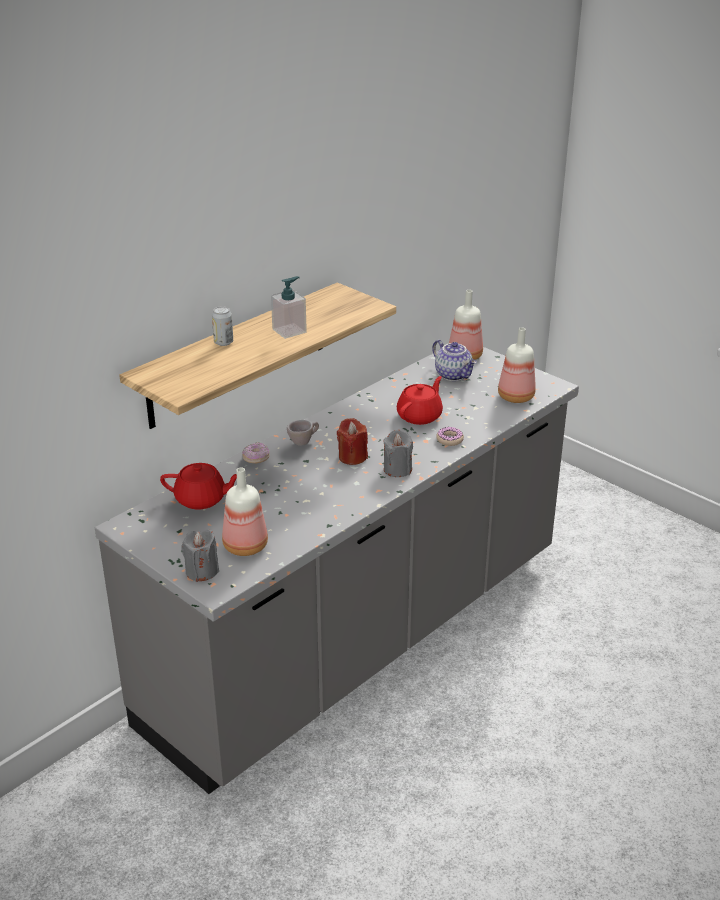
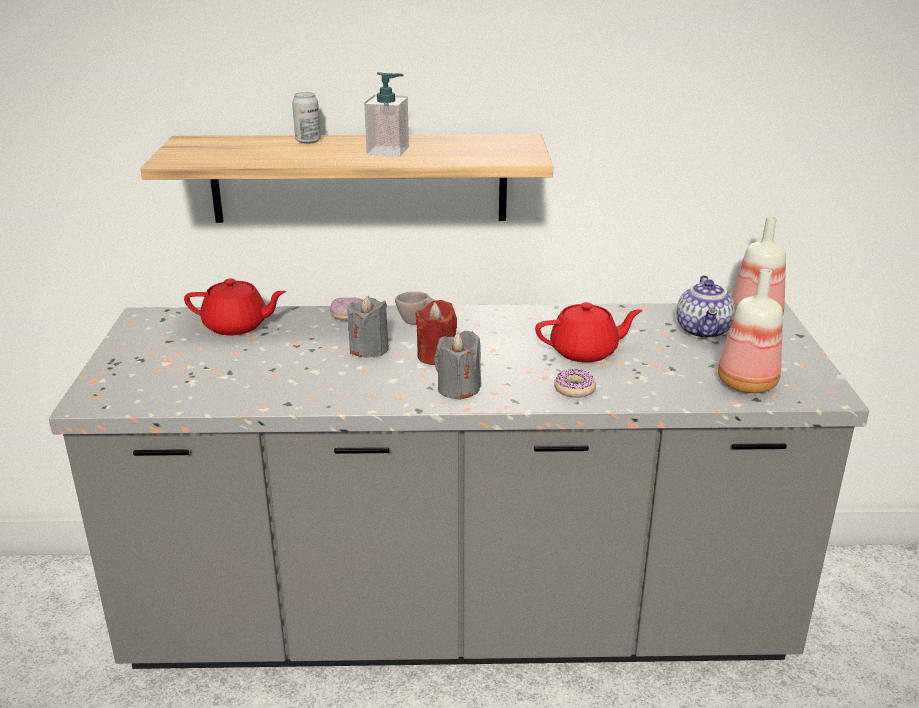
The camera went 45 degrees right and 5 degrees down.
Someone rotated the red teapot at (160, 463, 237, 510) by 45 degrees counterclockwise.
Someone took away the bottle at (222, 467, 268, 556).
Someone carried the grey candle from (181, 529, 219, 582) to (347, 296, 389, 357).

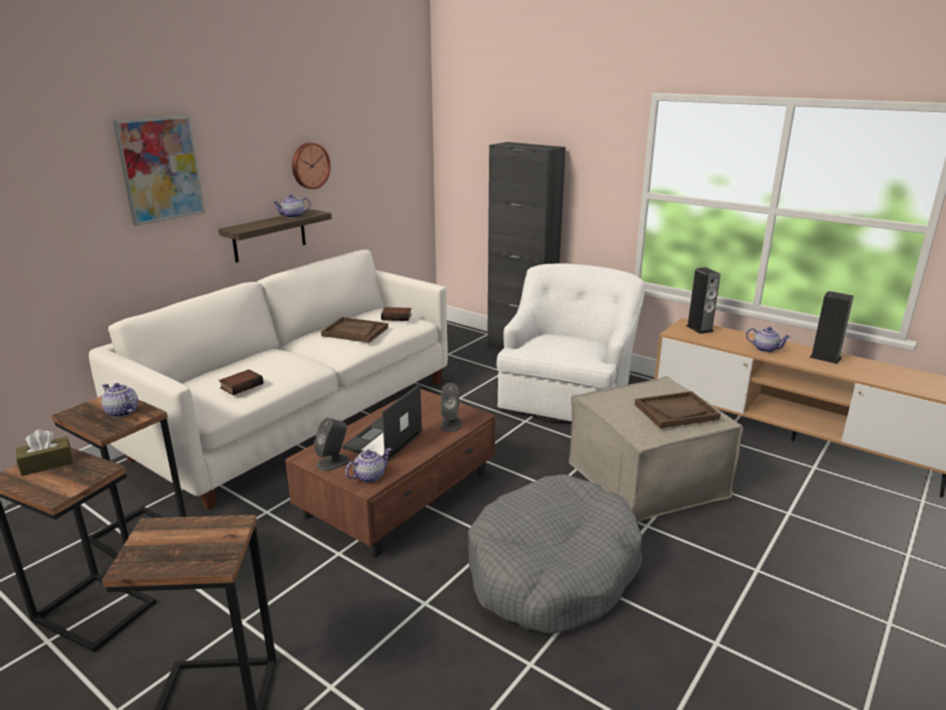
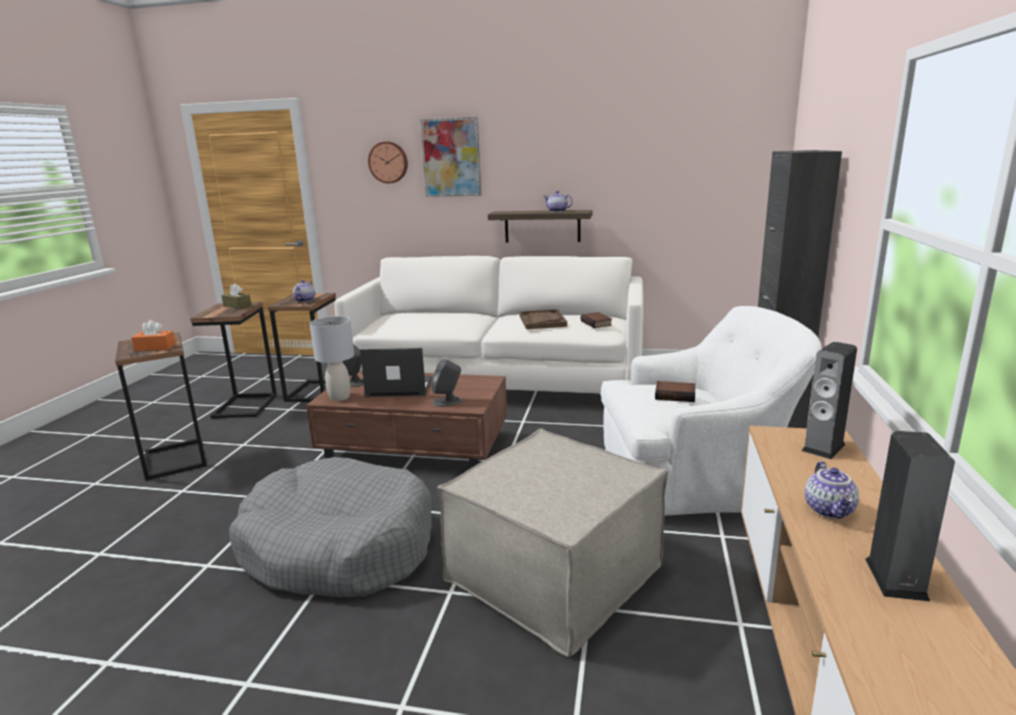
The camera went 65 degrees right and 5 degrees down.
Someone carried the wall clock from (292, 142, 331, 189) to (368, 141, 408, 184).
Someone carried the book from (219, 369, 264, 395) to (655, 381, 695, 402).
Someone took away the brown tray at (635, 391, 721, 429).
Someone swapped the teapot at (345, 448, 392, 483) for the grey table lamp at (310, 316, 354, 401).
Someone put down the orange tissue box at (131, 320, 176, 351).

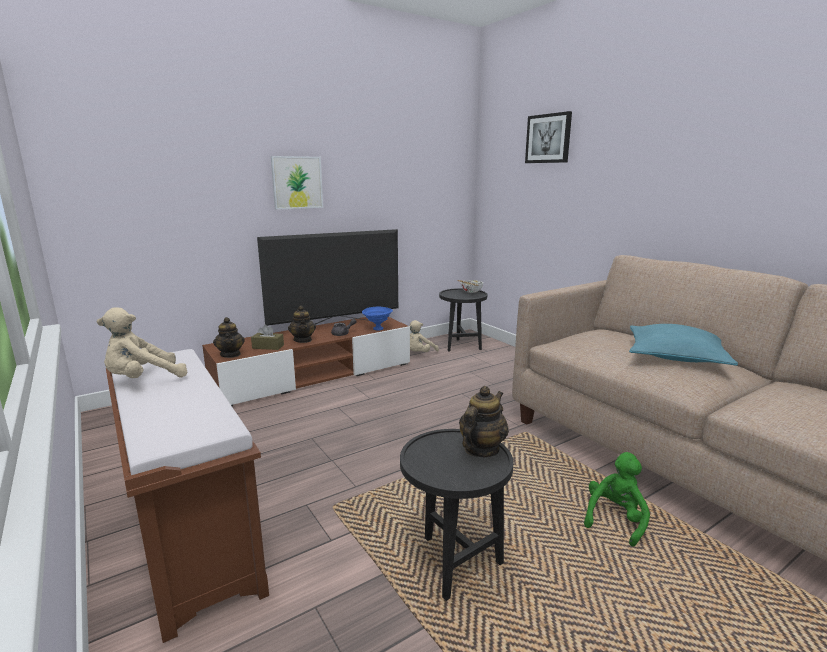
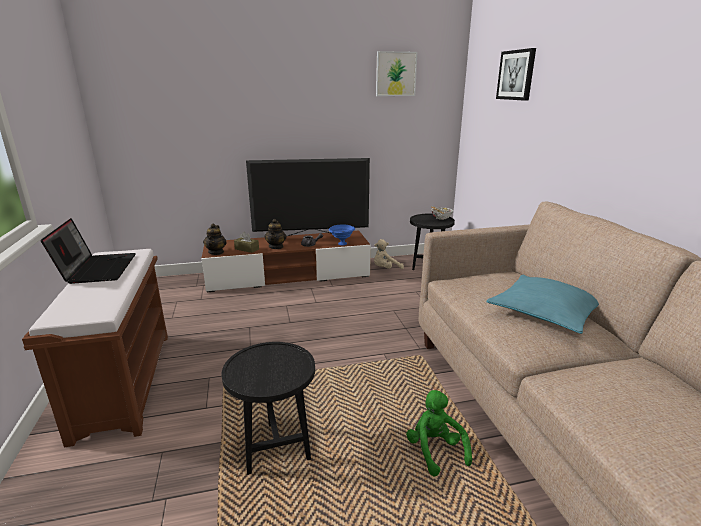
The camera went 20 degrees right and 5 degrees up.
Someone carried the picture from (271, 156, 323, 210) to (376, 51, 417, 96).
Someone swapped the beige plush toy at (96, 307, 187, 378) for the laptop at (41, 218, 136, 284).
Someone took away the teapot at (459, 386, 509, 457).
Someone rotated the green plush toy at (584, 452, 650, 547) by 75 degrees counterclockwise.

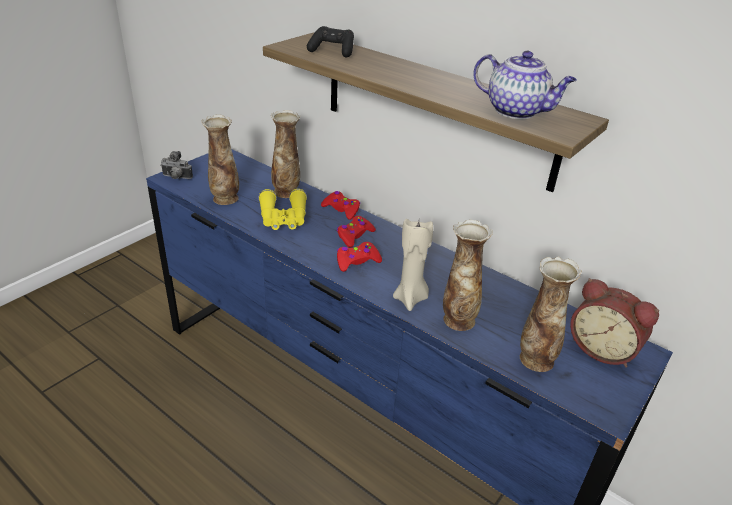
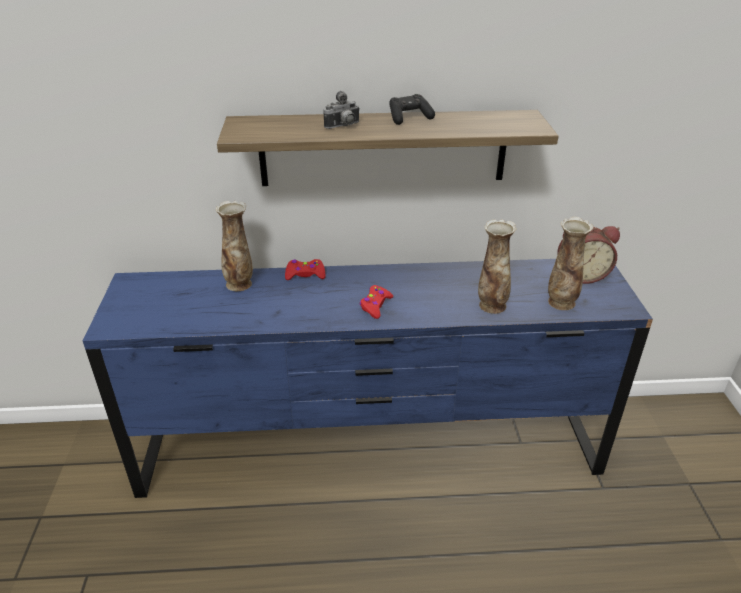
The camera went 40 degrees left and 0 degrees up.
Someone carried the black game controller from (307, 26, 354, 58) to (389, 94, 435, 125).
Someone took away the teapot at (473, 51, 577, 119).
Someone took away the vase at (201, 114, 239, 205).
Someone carried the photo camera from (160, 151, 193, 179) to (323, 91, 360, 129).
Someone took away the yellow binoculars at (259, 189, 307, 230).
Someone took away the red game controller at (337, 216, 376, 248).
Someone took away the beige candle at (393, 219, 433, 311).

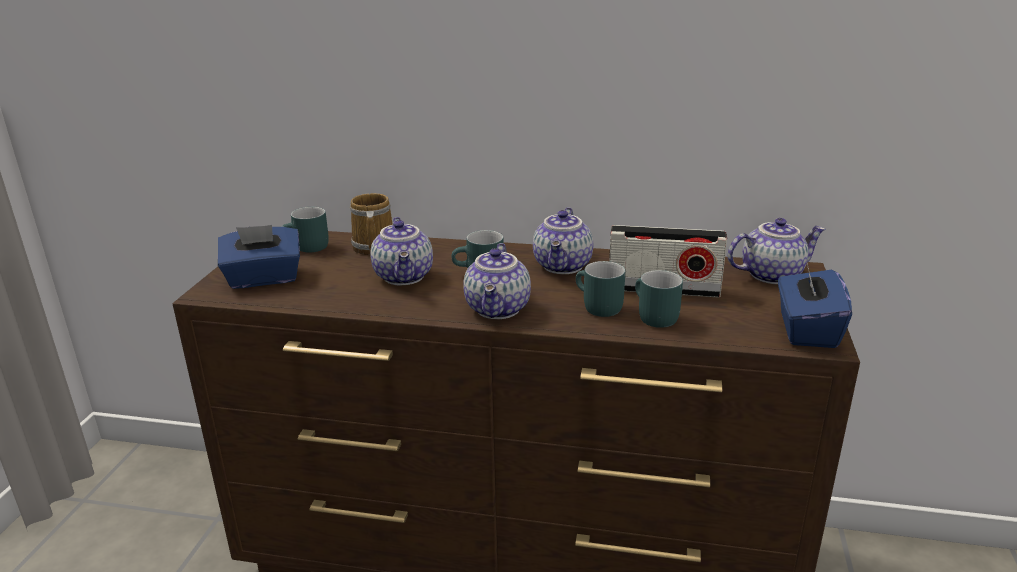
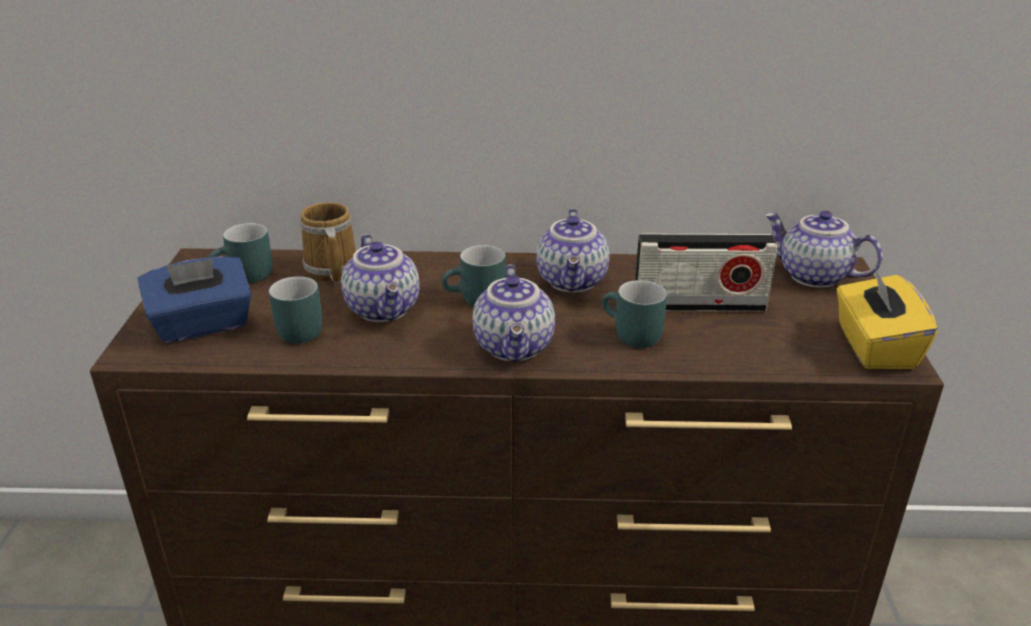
The camera went 10 degrees left and 5 degrees up.
Someone rotated the teapot at (728, 218, 826, 284) by 120 degrees counterclockwise.
Someone repainted the blue tissue box at (778, 259, 852, 348), which became the yellow tissue box at (836, 267, 938, 369).
Someone carried the turquoise mug from (635, 270, 683, 328) to (269, 276, 322, 344).

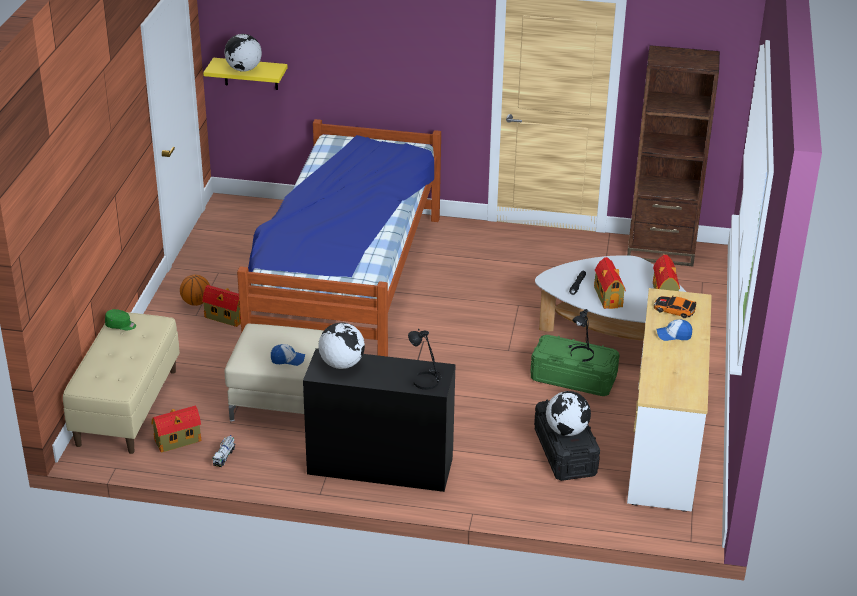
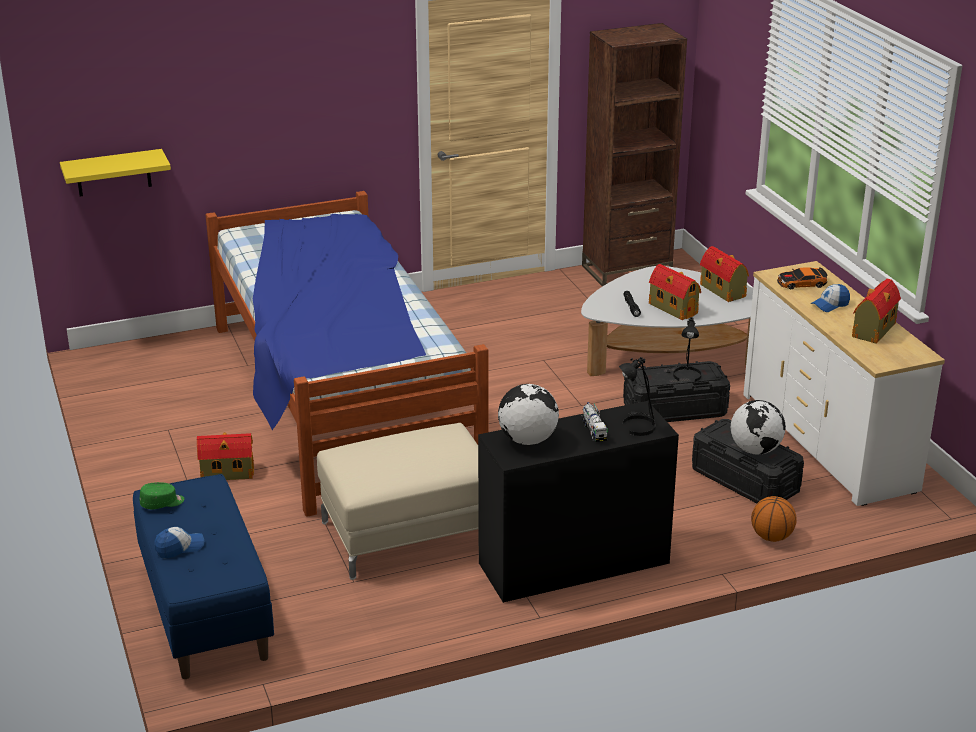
The camera went 30 degrees left and 5 degrees down.
Someone took away the globe at (224, 34, 262, 72).
Someone carried the basketball from (180, 275, 210, 306) to (751, 496, 797, 542).
Someone repainted the beige bench at (63, 312, 180, 454), which became the blue bench at (133, 474, 274, 679).
Someone repainted the green storage box at (530, 335, 619, 396), which became the black storage box at (623, 361, 730, 422).
Someone carried the cap from (271, 344, 305, 366) to (154, 527, 204, 559).
Someone carried the toy house from (152, 405, 201, 453) to (852, 279, 901, 344).
Someone carried the toy truck from (212, 435, 235, 467) to (582, 402, 608, 442).

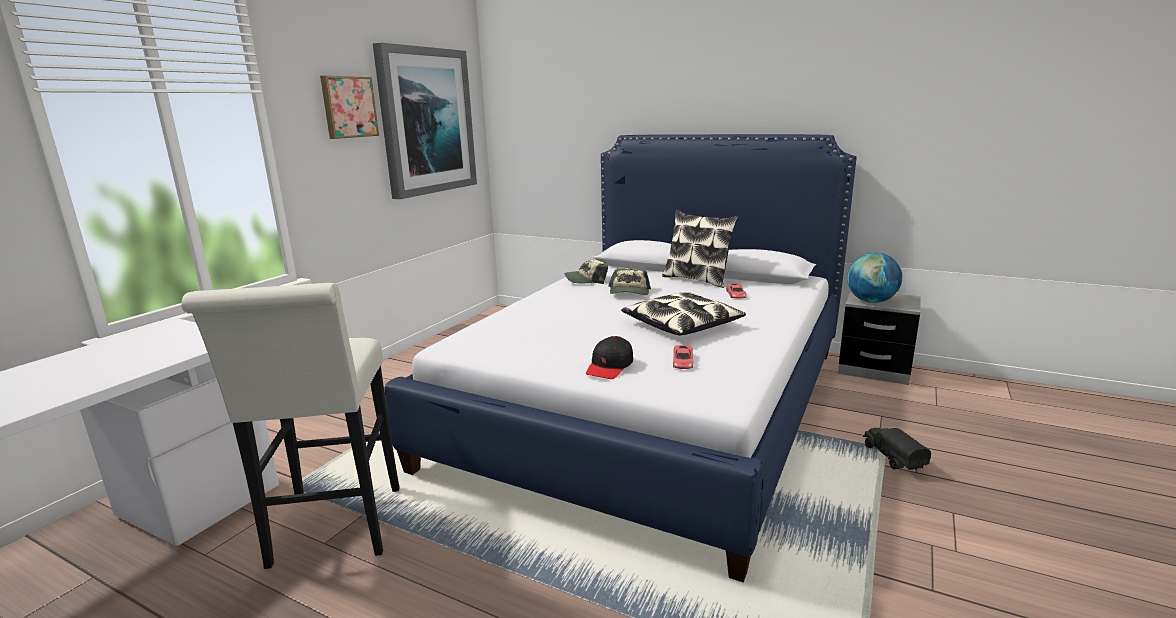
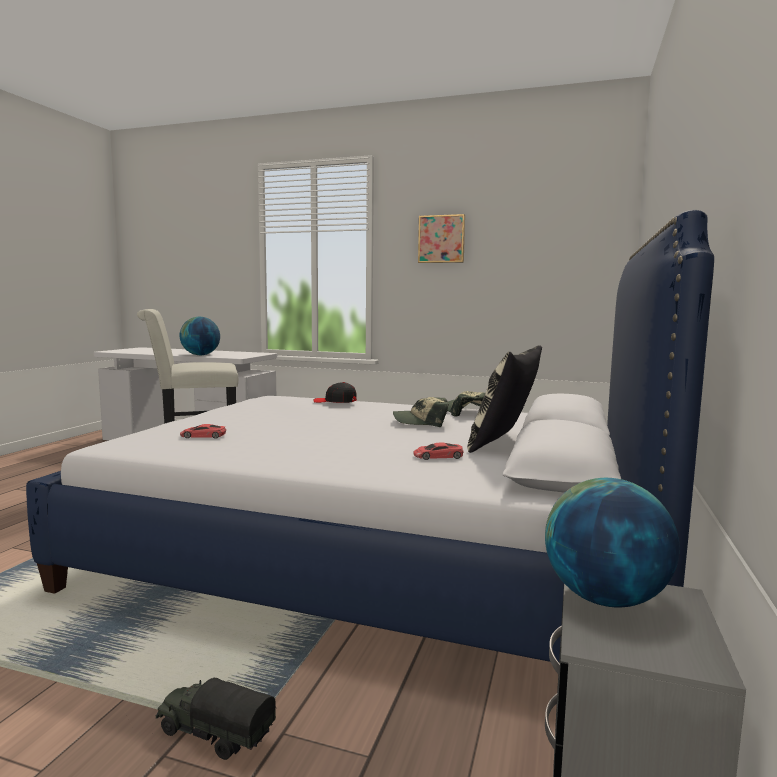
The camera went 80 degrees right and 10 degrees down.
Someone took away the picture at (373, 42, 477, 199).
Someone took away the pillow at (621, 292, 746, 336).
Someone carried the black cap from (586, 336, 633, 379) to (314, 382, 357, 403).
Someone rotated the toy truck at (863, 428, 931, 470) by 135 degrees counterclockwise.
Someone put down the globe at (180, 317, 220, 355).

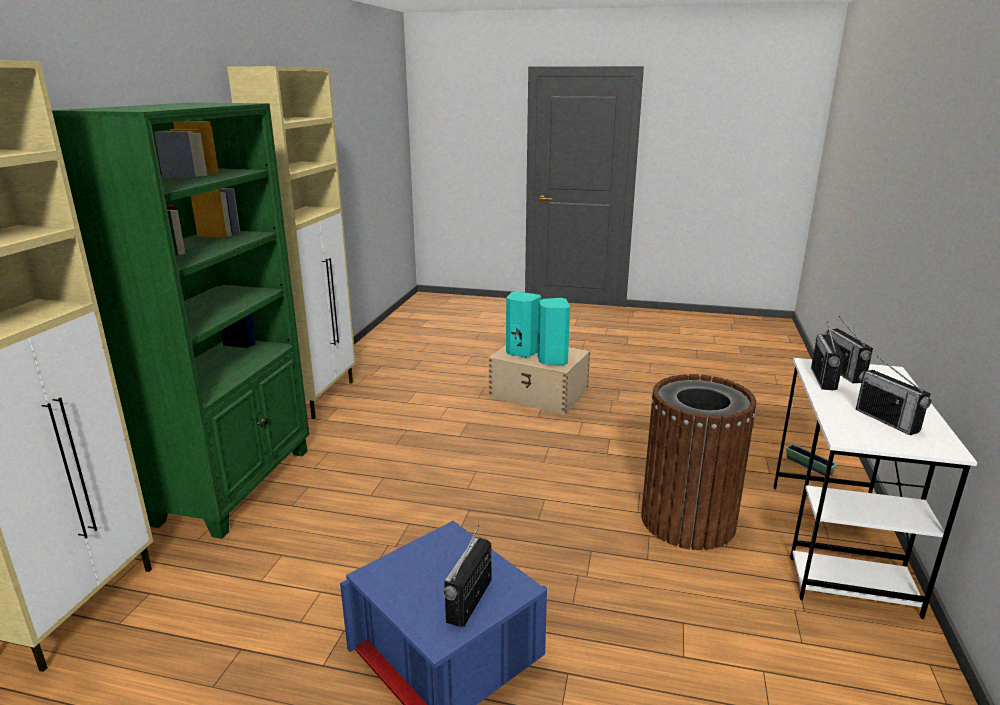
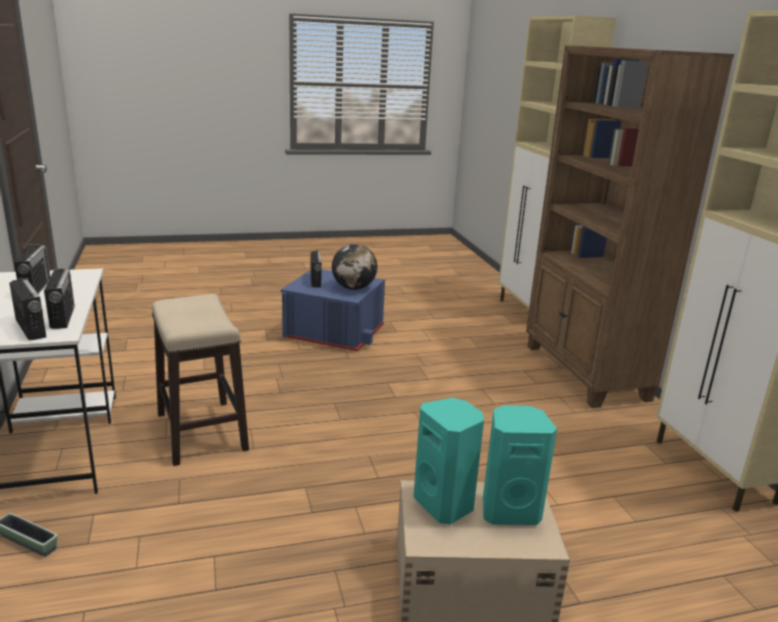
The camera went 150 degrees right and 0 degrees up.
Someone repainted the green bookcase at (52, 103, 309, 539), which became the brown bookcase at (526, 45, 734, 408).
Someone rotated the radio at (856, 356, 932, 435) by 45 degrees clockwise.
Someone swapped the brown trash can at (641, 374, 756, 550) for the stool at (152, 294, 249, 466).
Someone put down the globe at (332, 244, 377, 290).

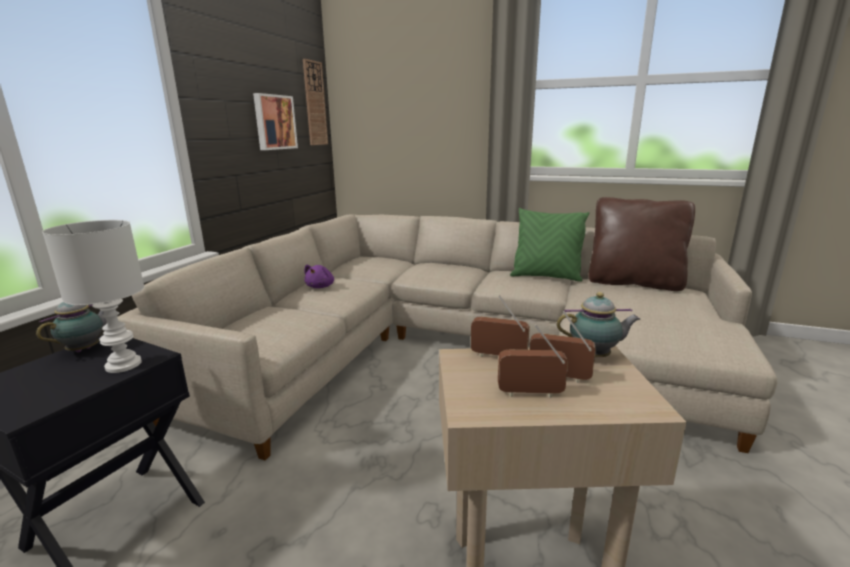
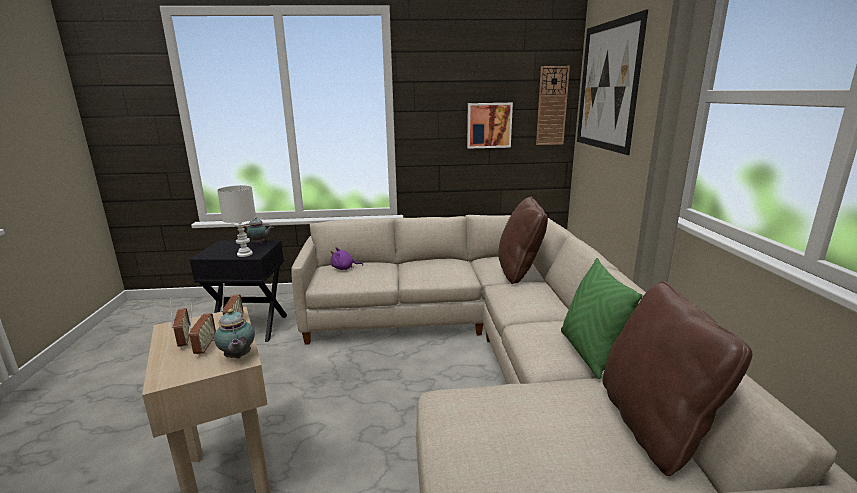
The camera went 65 degrees right and 0 degrees up.
Someone carried the purple plush toy from (304, 265, 334, 288) to (330, 247, 363, 270).
Someone put up the picture at (577, 10, 648, 155).
Someone put down the brown pillow at (498, 196, 548, 284).

